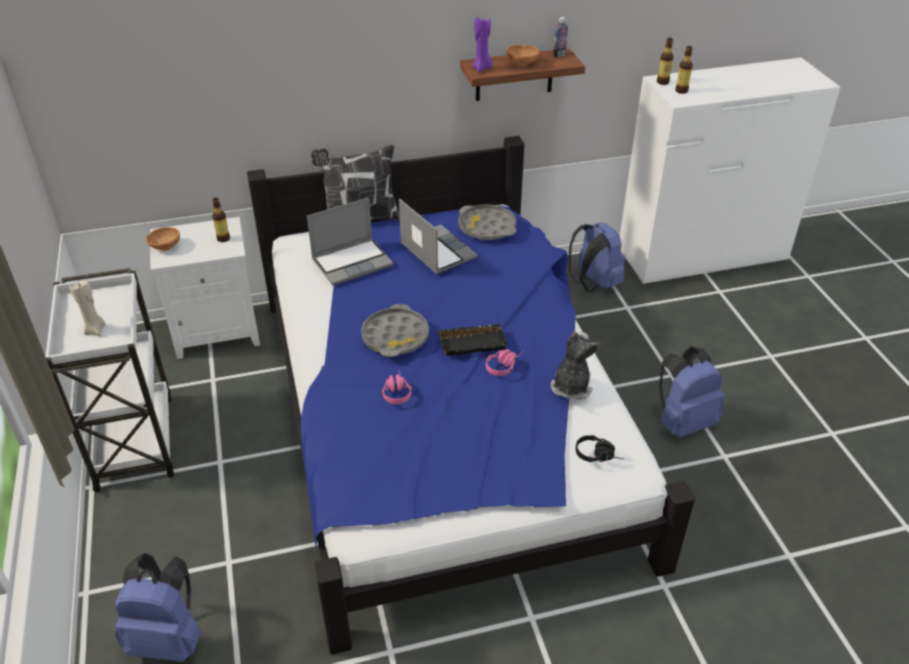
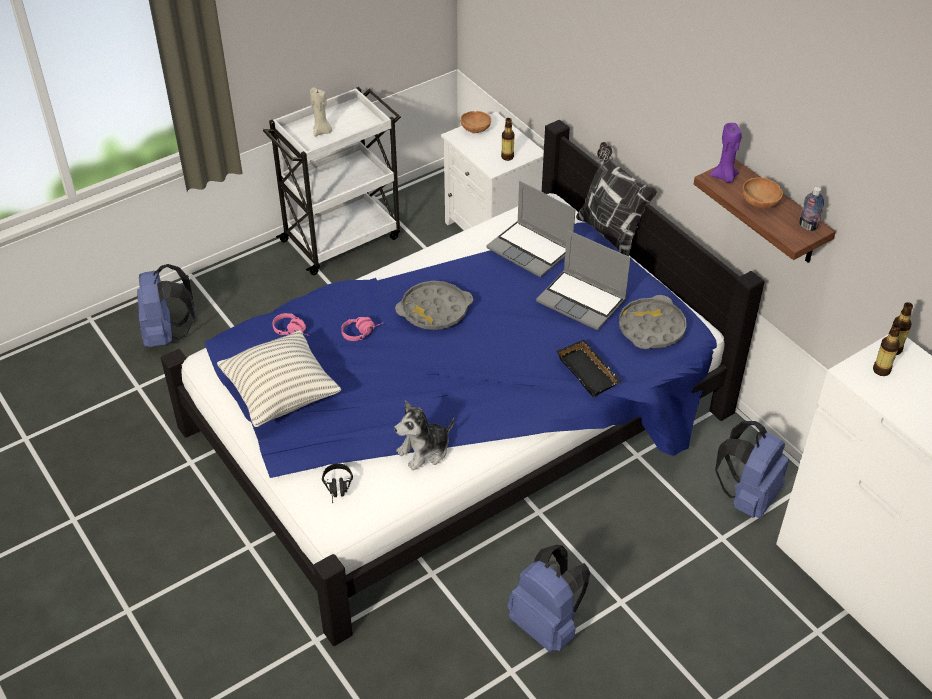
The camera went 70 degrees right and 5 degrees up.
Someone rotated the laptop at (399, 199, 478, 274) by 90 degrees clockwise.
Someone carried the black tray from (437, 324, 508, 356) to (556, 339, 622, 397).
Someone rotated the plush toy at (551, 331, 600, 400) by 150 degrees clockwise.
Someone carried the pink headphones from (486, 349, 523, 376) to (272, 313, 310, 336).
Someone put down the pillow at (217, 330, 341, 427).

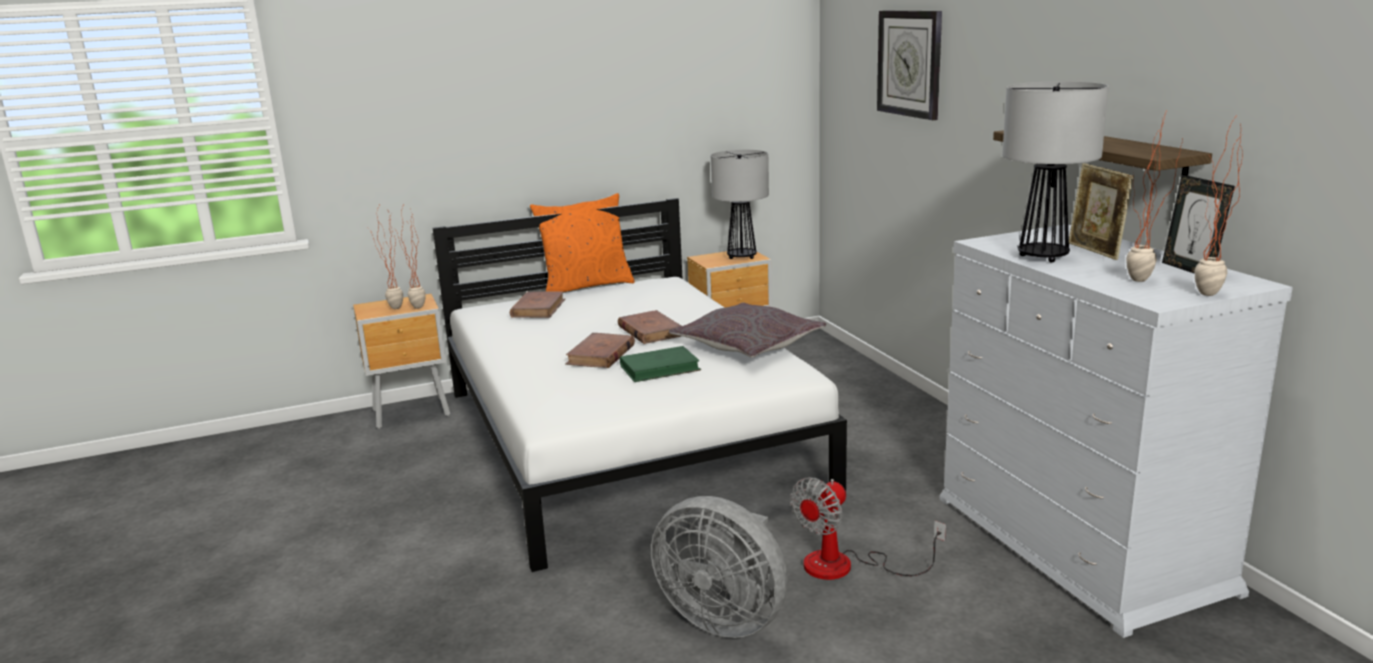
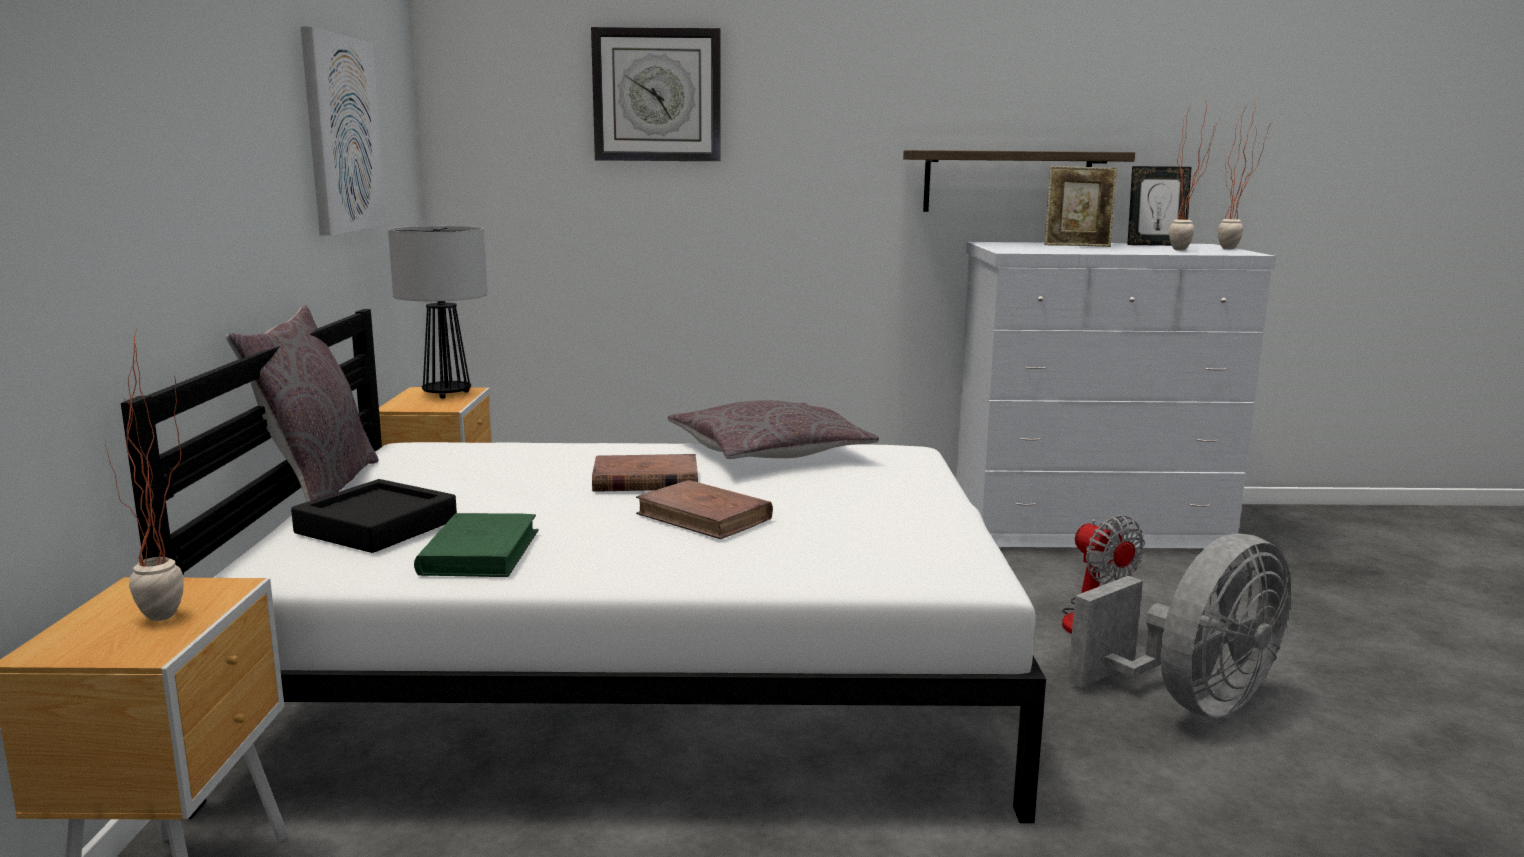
The camera went 70 degrees left and 5 degrees down.
Someone took away the table lamp at (1002, 81, 1109, 262).
Someone repainted the orange pillow at (530, 193, 635, 292), which became the grey pillow at (226, 305, 379, 502).
Someone took away the potted plant at (393, 207, 426, 309).
Someone swapped the brown book at (510, 291, 565, 318) for the black tray at (291, 479, 457, 553).
Someone carried the green book from (620, 346, 701, 382) to (414, 513, 539, 577).
Someone put up the picture at (300, 26, 387, 236).

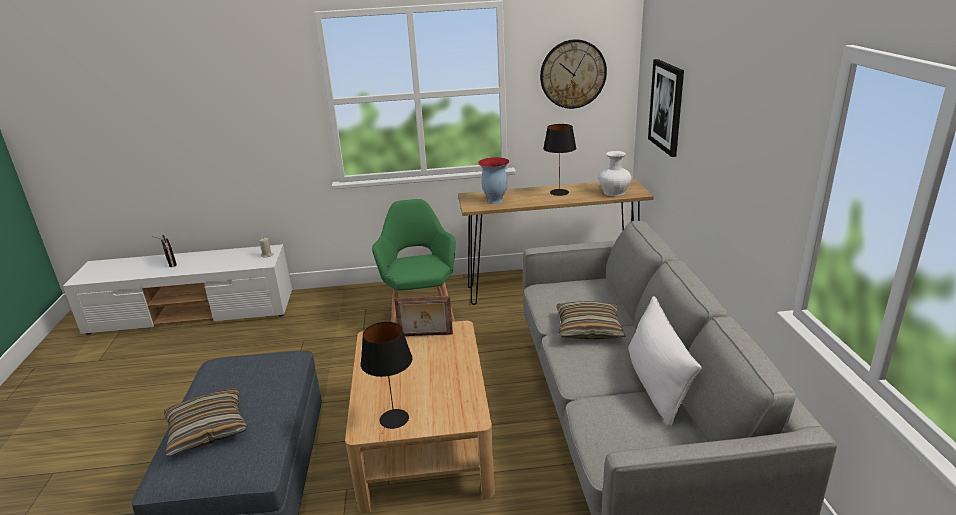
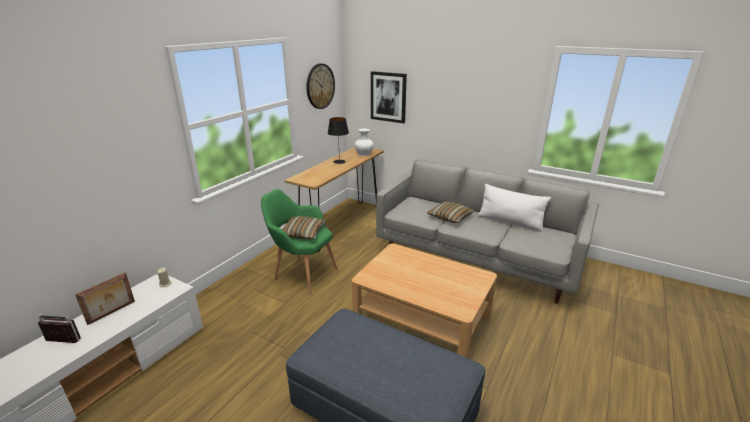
The camera went 55 degrees left and 0 degrees up.
Someone took away the vase at (478, 157, 510, 204).
Someone carried the picture frame from (394, 296, 453, 336) to (75, 272, 135, 325).
Someone took away the black table lamp at (361, 322, 413, 429).
Someone carried the pillow from (164, 388, 247, 456) to (282, 216, 326, 239).

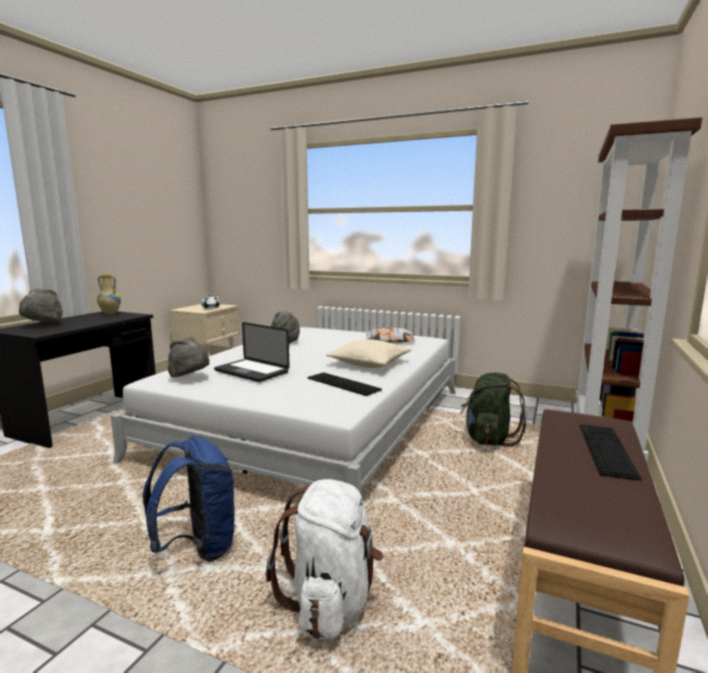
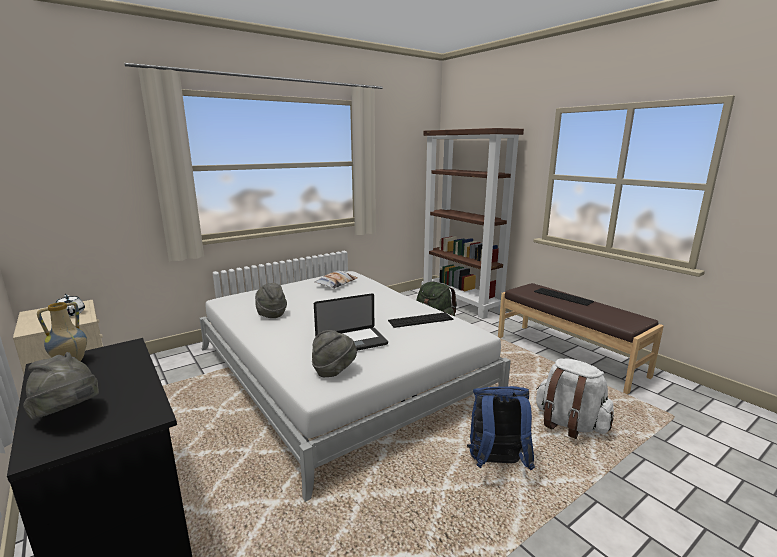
The camera went 60 degrees left and 5 degrees up.
Someone took away the beige pillow at (326, 339, 412, 368).

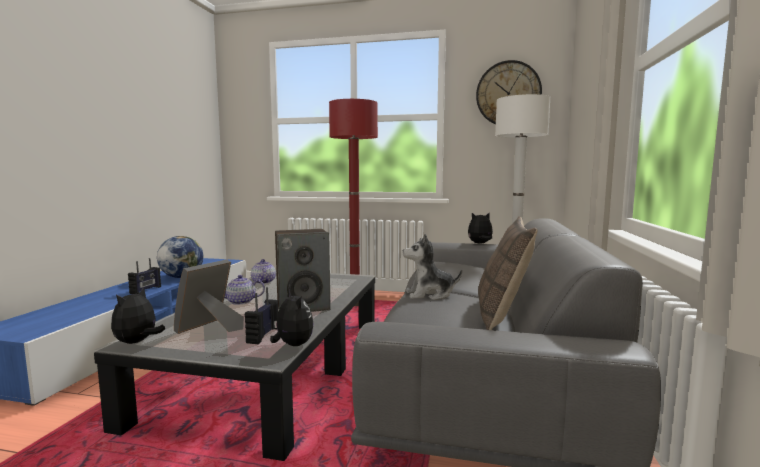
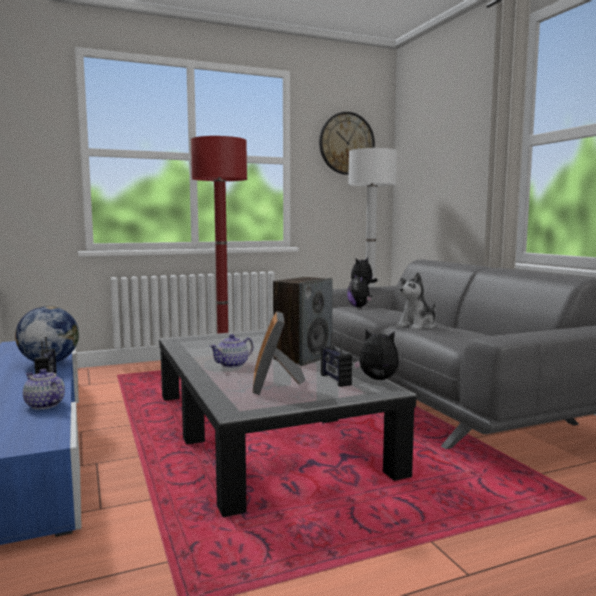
The camera went 35 degrees left and 0 degrees up.
Someone took away the pillow at (478, 216, 537, 330).
Someone carried the teapot from (251, 259, 276, 284) to (23, 369, 65, 409).
Someone carried the plush toy from (111, 287, 165, 344) to (347, 274, 372, 307).

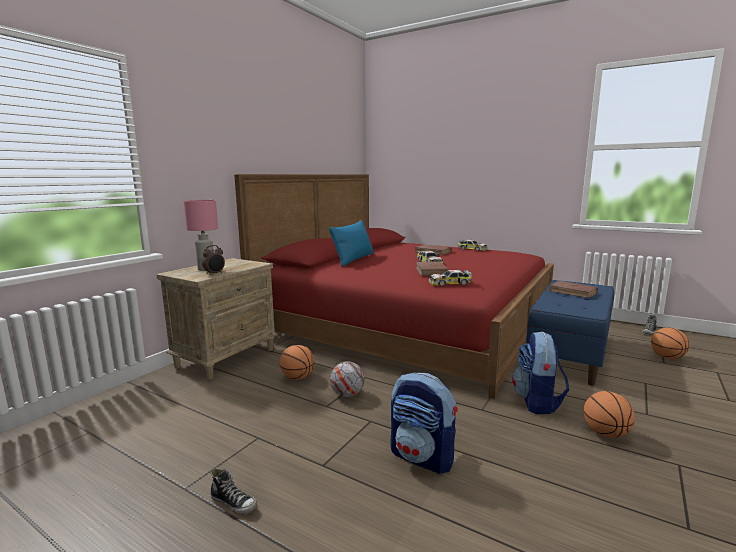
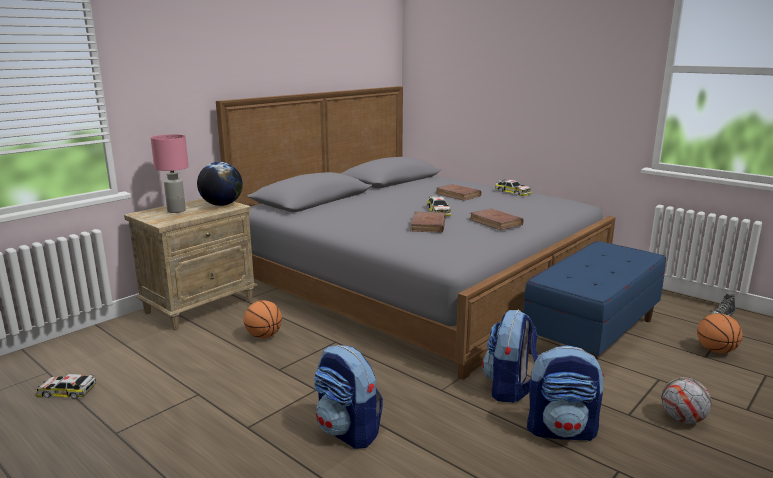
The camera went 10 degrees right and 5 degrees up.
Someone repainted the red bed at (234, 174, 554, 399), which became the grey bed at (216, 86, 616, 380).
Someone took away the blue pillow at (329, 220, 373, 267).
Someone took away the alarm clock at (202, 245, 225, 274).
Someone carried the toy car from (429, 270, 472, 286) to (36, 374, 96, 399).
Someone carried the brown book from (548, 281, 598, 298) to (469, 208, 524, 230).
Someone carried the football from (330, 361, 365, 397) to (662, 377, 712, 424).
Someone swapped the basketball at (583, 391, 635, 438) for the backpack at (527, 345, 604, 441).
Someone took away the shoe at (210, 469, 257, 514).
Someone put down the globe at (197, 162, 243, 206).

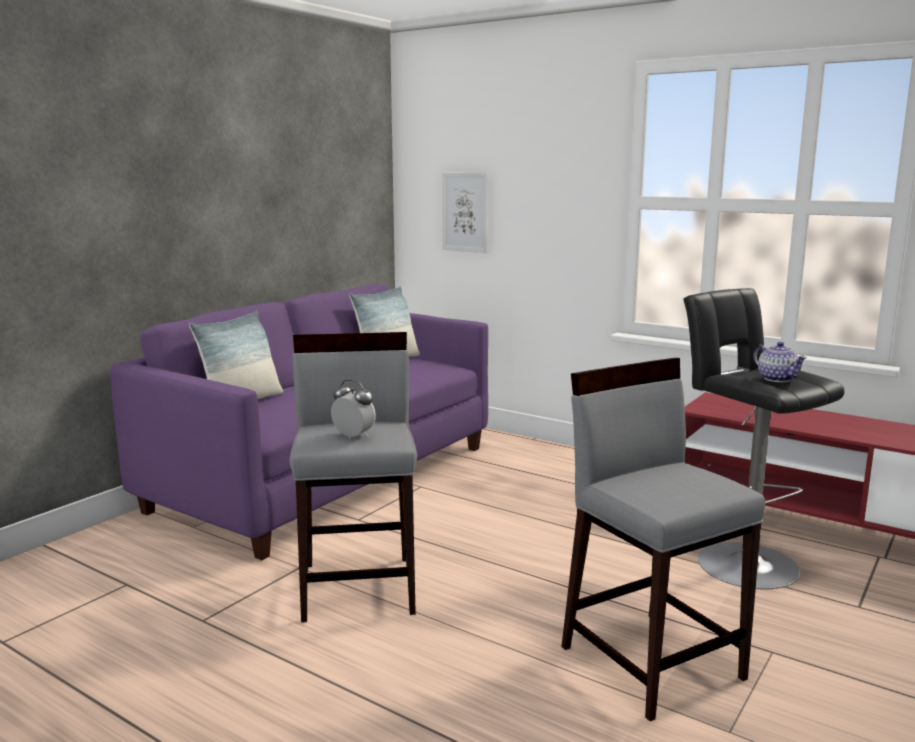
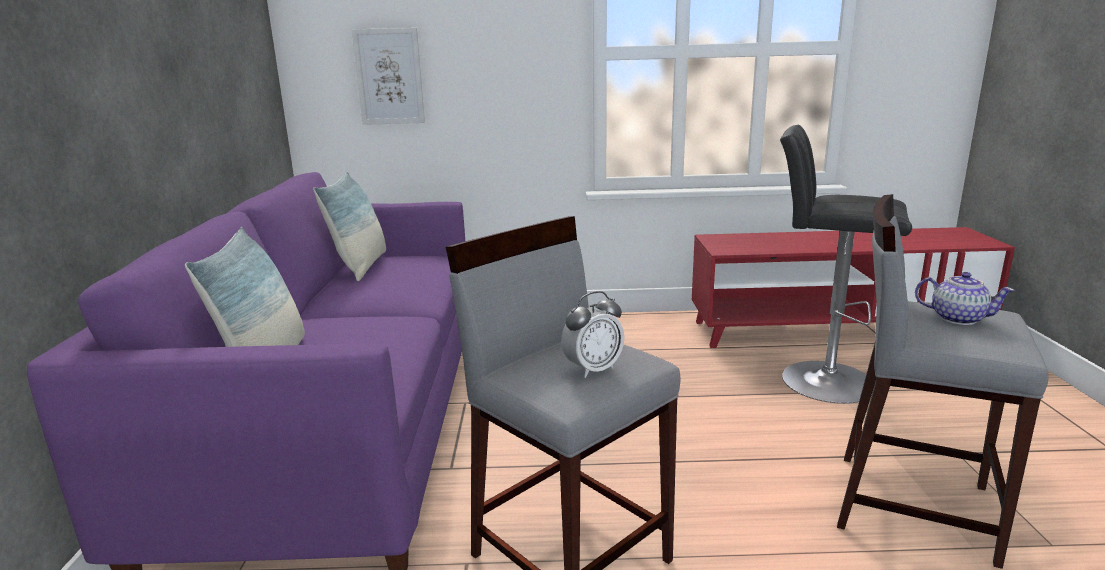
The camera went 35 degrees left and 5 degrees up.
Someone carried the teapot from (753, 342, 807, 382) to (915, 272, 1015, 325).
Someone rotated the alarm clock at (331, 379, 376, 438) by 150 degrees clockwise.

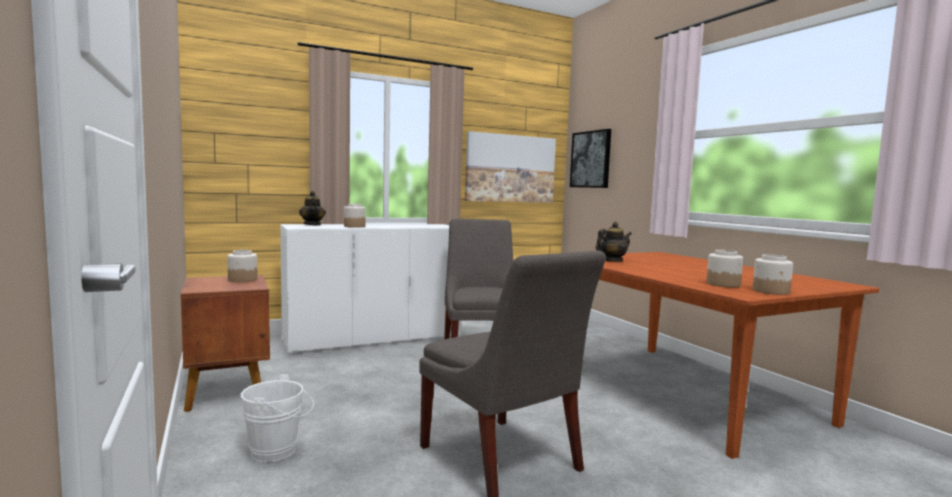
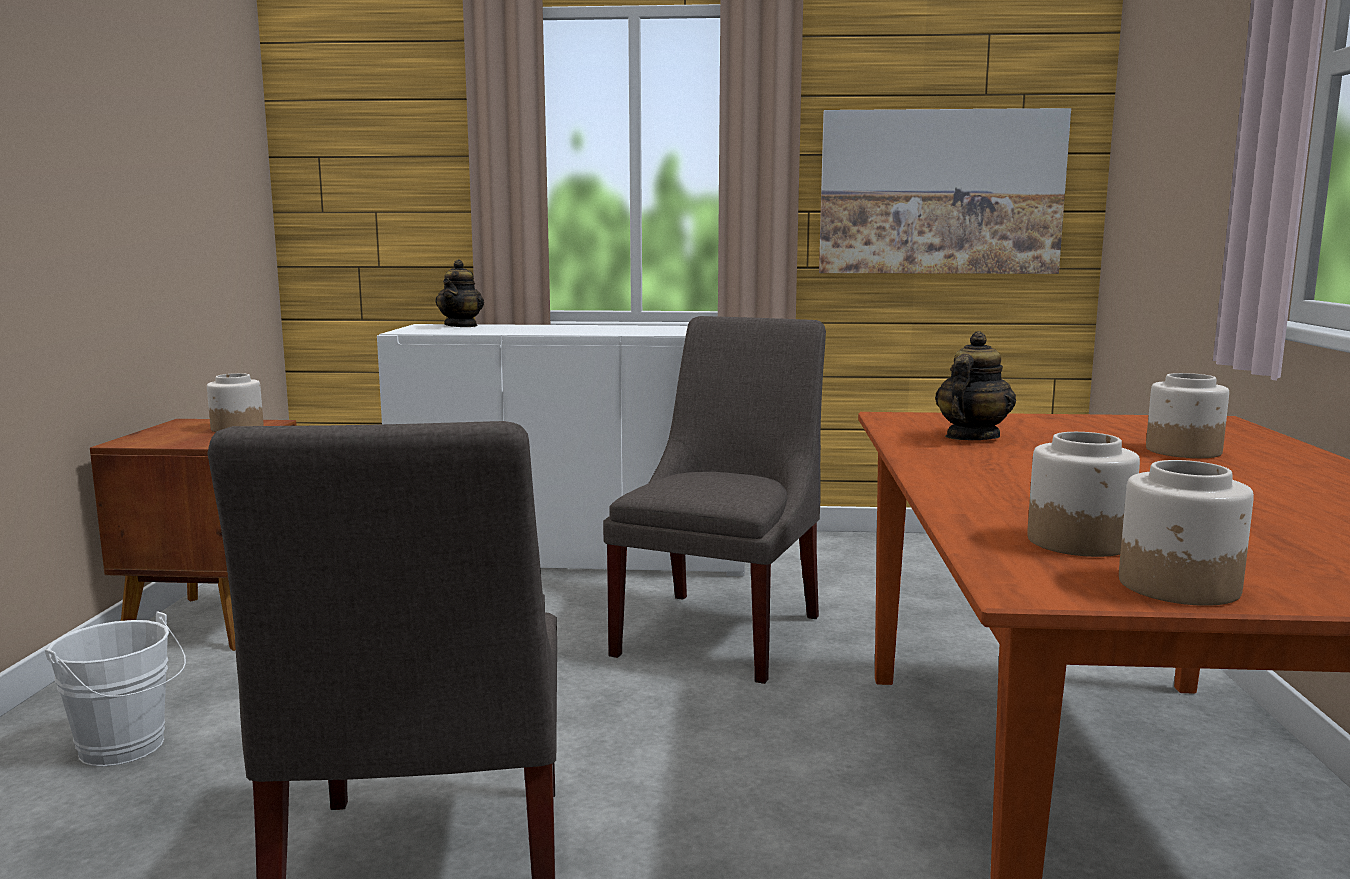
The camera went 30 degrees right and 5 degrees up.
Someone took away the picture at (570, 129, 611, 188).
Someone carried the jar from (344, 204, 366, 228) to (1146, 373, 1229, 458).
Someone rotated the teapot at (596, 222, 632, 261) by 60 degrees counterclockwise.

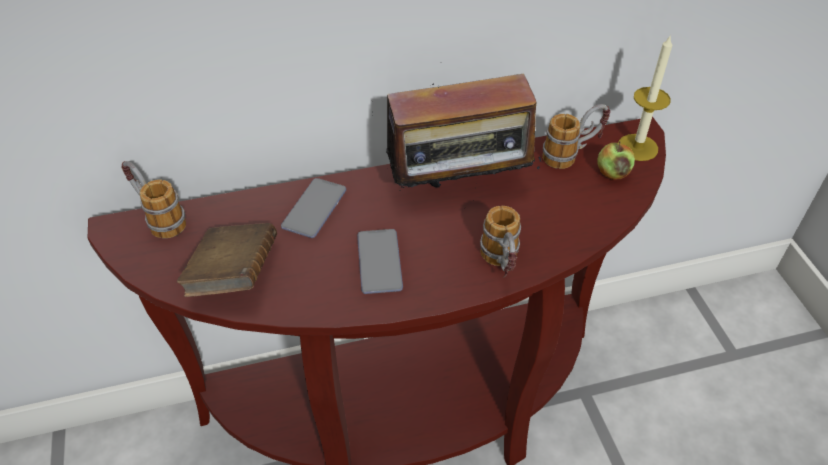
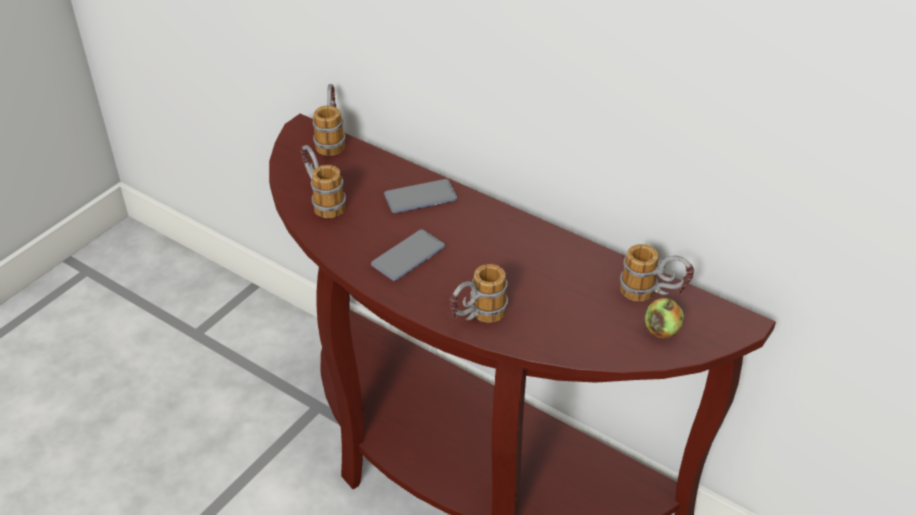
The camera went 50 degrees right and 5 degrees down.
Someone took away the candle at (618, 34, 672, 161).
Someone took away the radio at (372, 62, 542, 198).
Someone swapped the brown book at (177, 223, 277, 297) for the mug at (300, 145, 346, 218).

